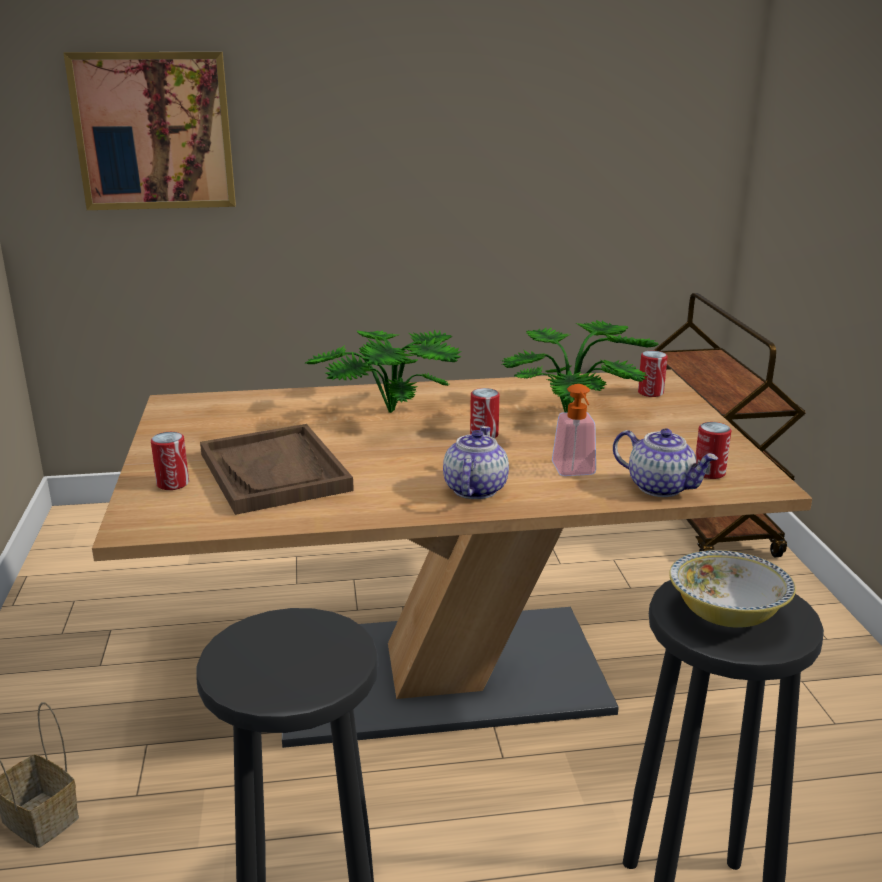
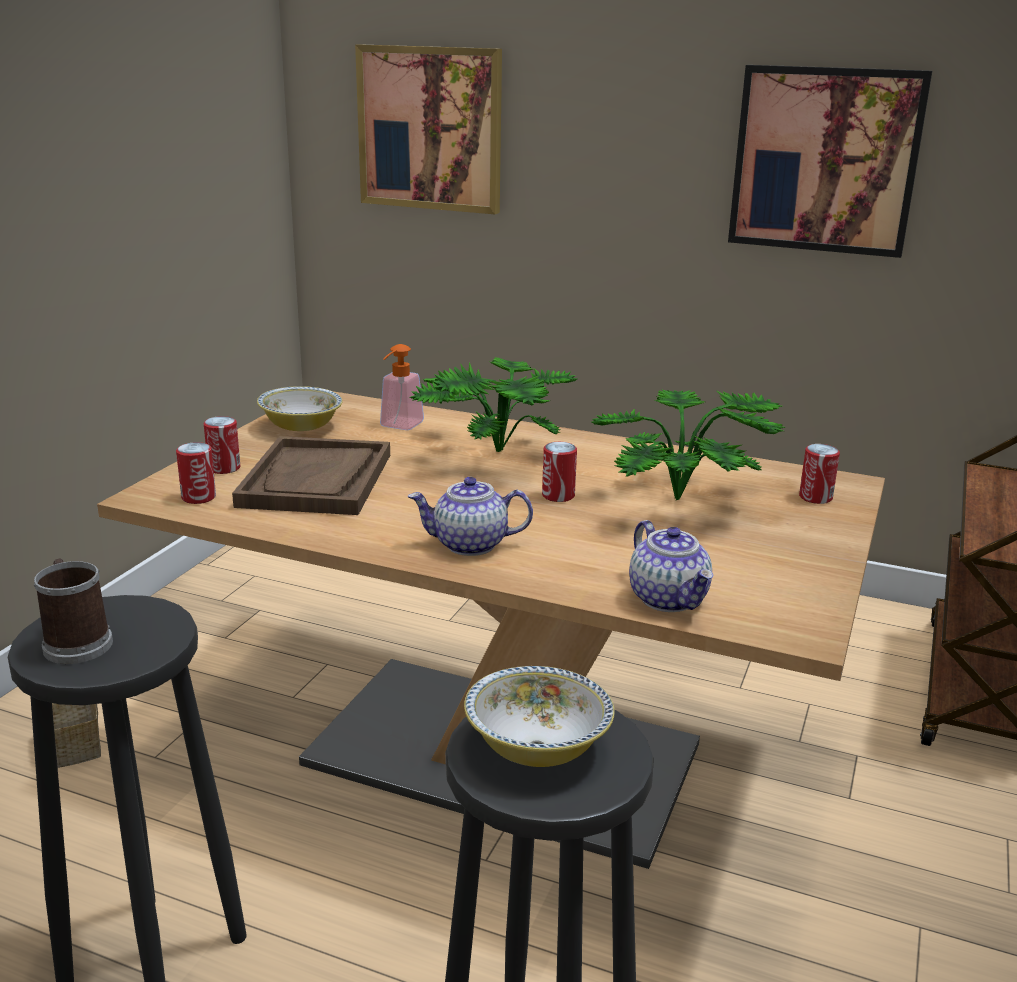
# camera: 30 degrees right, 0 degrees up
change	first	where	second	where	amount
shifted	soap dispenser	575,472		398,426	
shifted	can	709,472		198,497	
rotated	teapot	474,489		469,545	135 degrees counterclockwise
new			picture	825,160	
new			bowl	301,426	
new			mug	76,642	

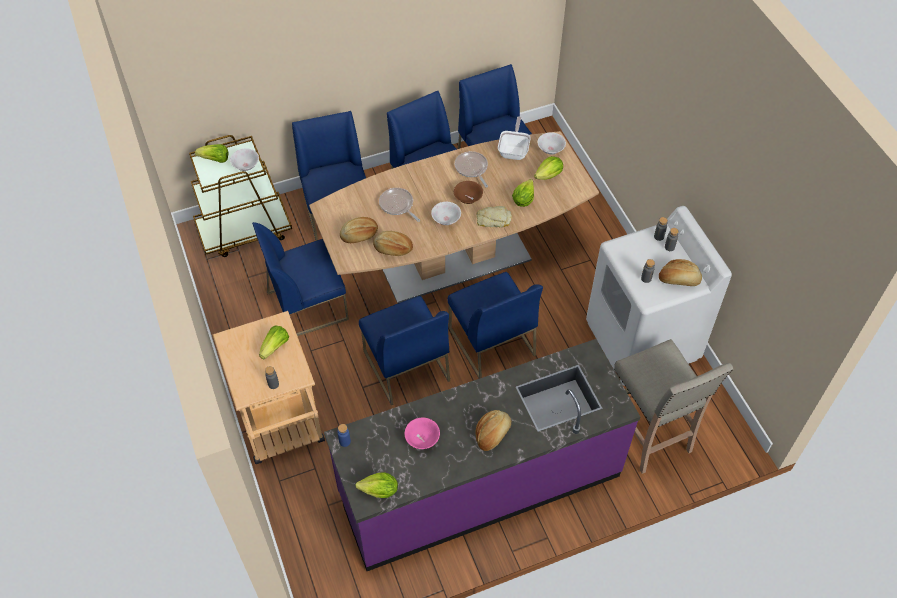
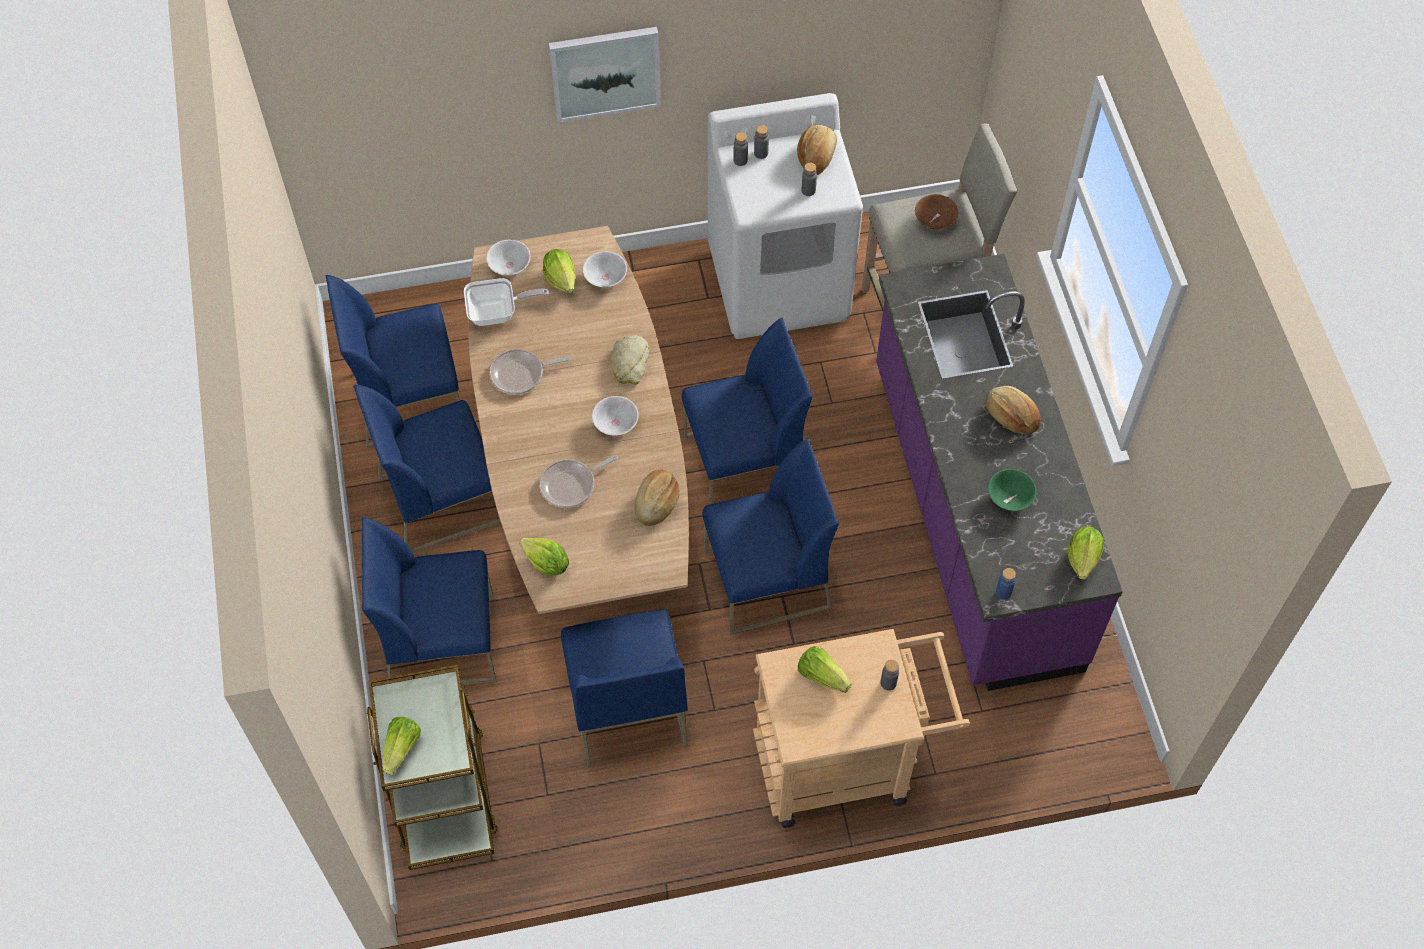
# camera: 80 degrees left, 5 degrees up
change	first	where	second	where	amount
rotated	frying pan	514,150		498,313	150 degrees clockwise
shifted	white bowl	246,166		605,278	
shifted	lettuce	523,200		547,564	
shifted	brown bowl	468,199		935,221	
gone	bread	359,235			
repainted	pink bowl	422,439	green bowl	1009,498	
new			picture	605,72	

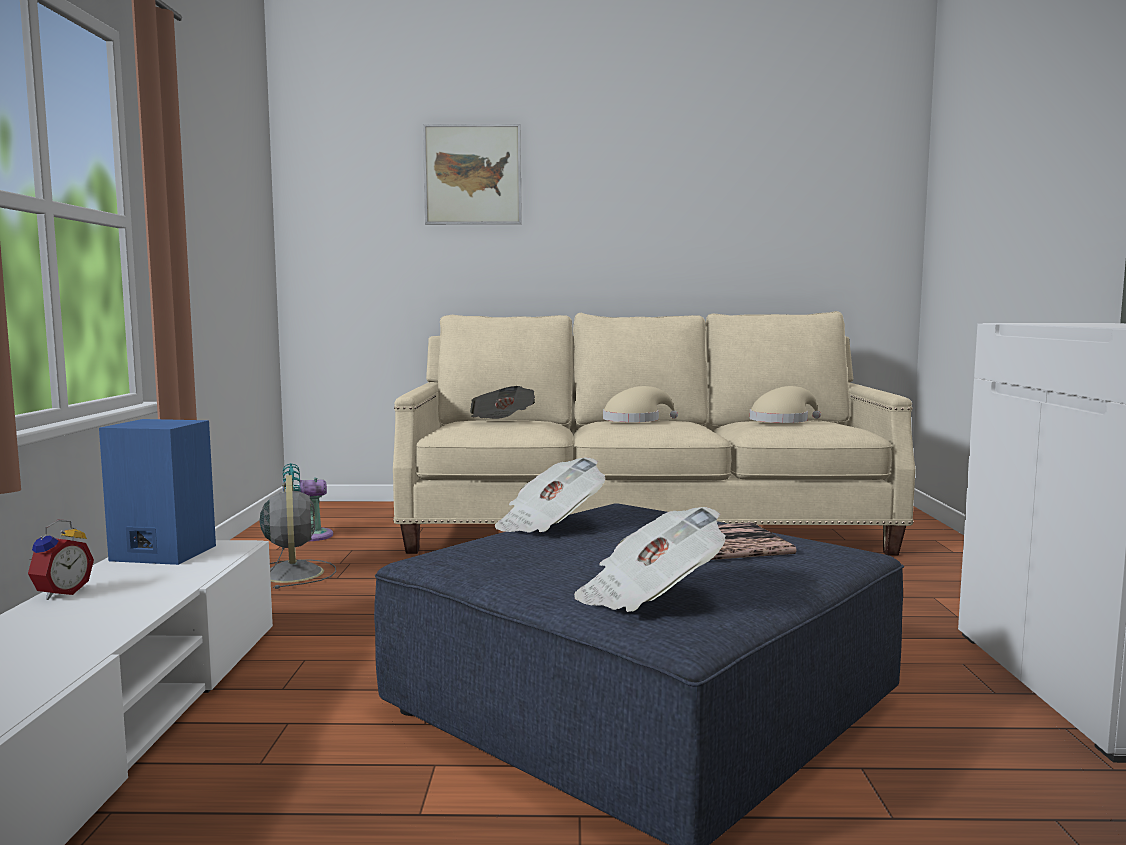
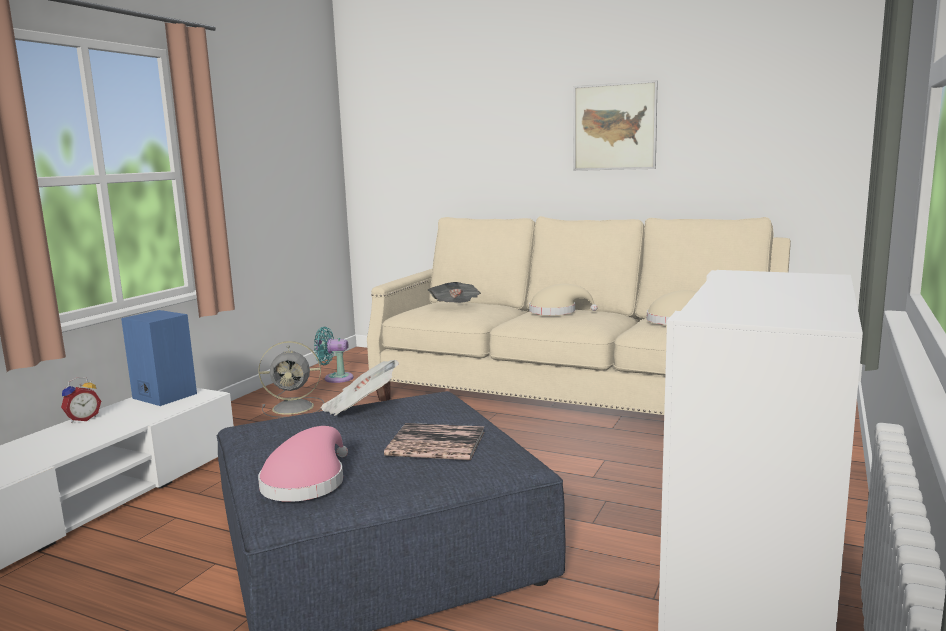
# camera: 25 degrees right, 5 degrees up
change	first	where	second	where	amount
shifted	picture	472,174		614,127	
rotated	grey fan	293,573		295,407	75 degrees clockwise
swapped	newspaper	648,596	pink hat	306,482	

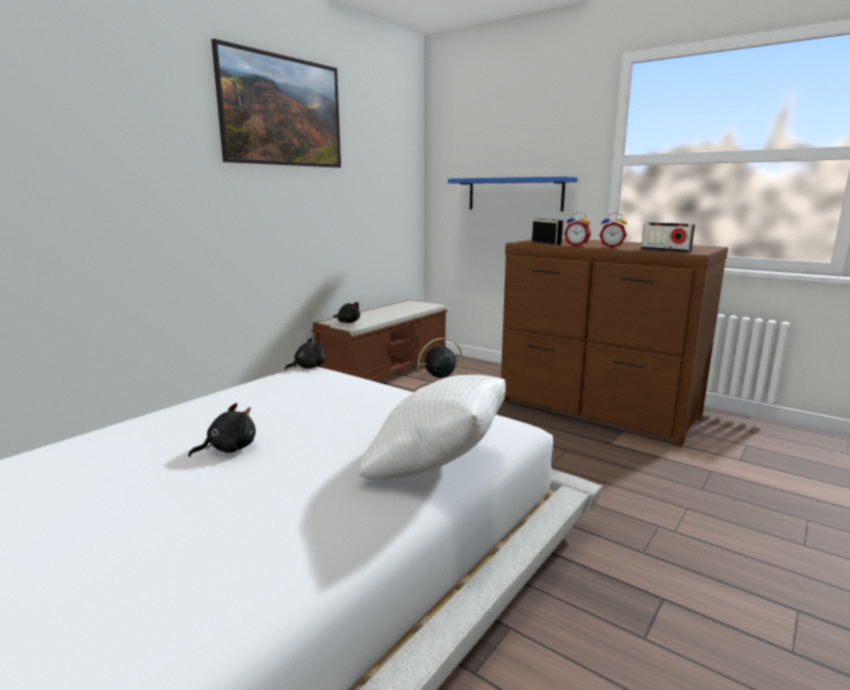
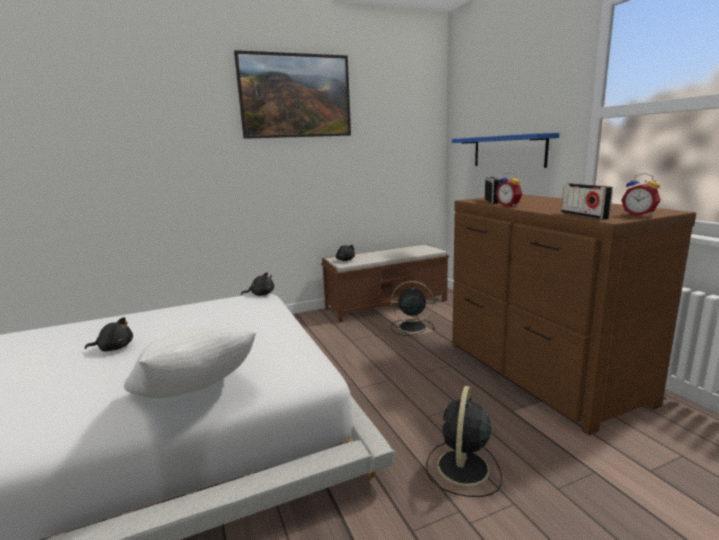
# camera: 30 degrees right, 0 degrees up
change	first	where	second	where	amount
shifted	alarm clock	611,247		639,215	
new			black fan	462,469	

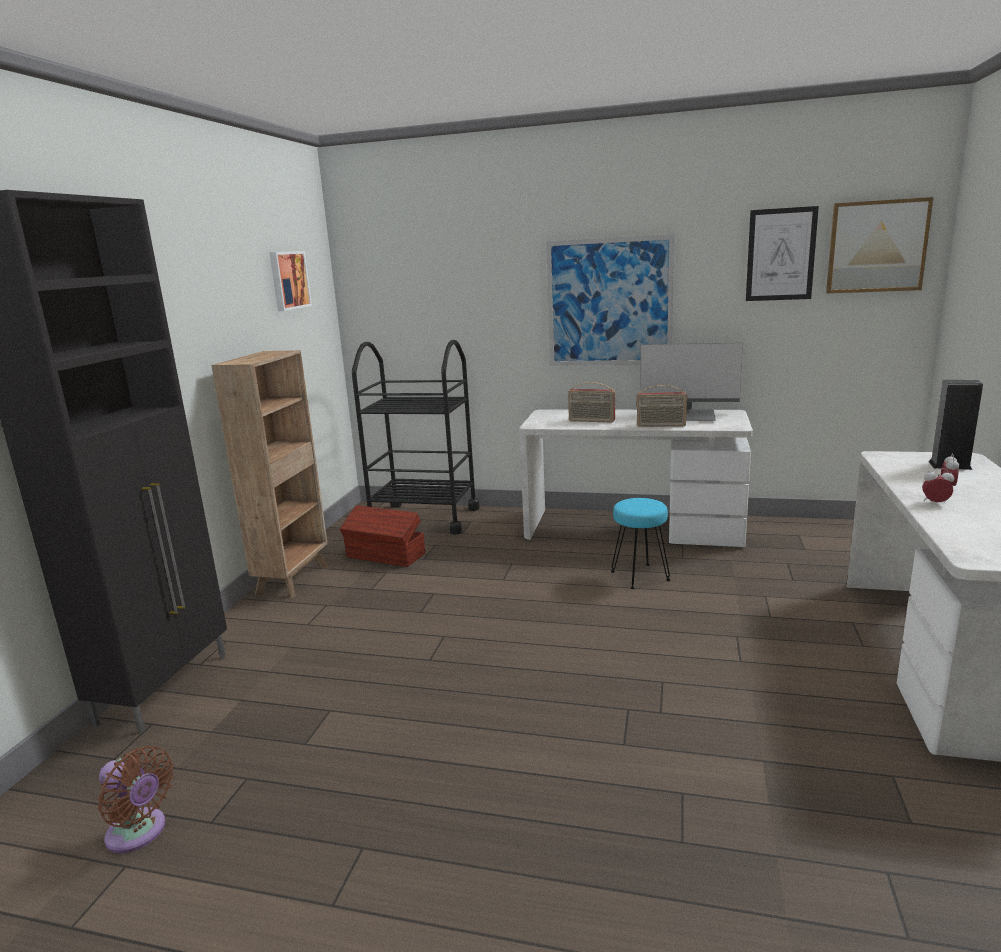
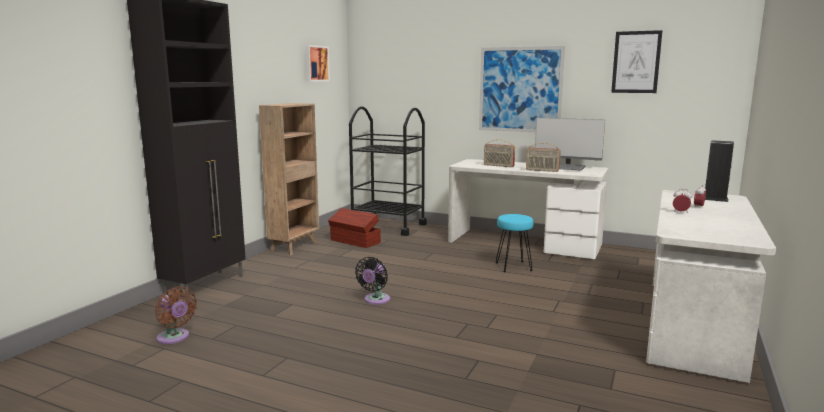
# camera: 10 degrees right, 5 degrees down
change	first	where	second	where	amount
gone	picture	876,246			
new			black fan	375,300	

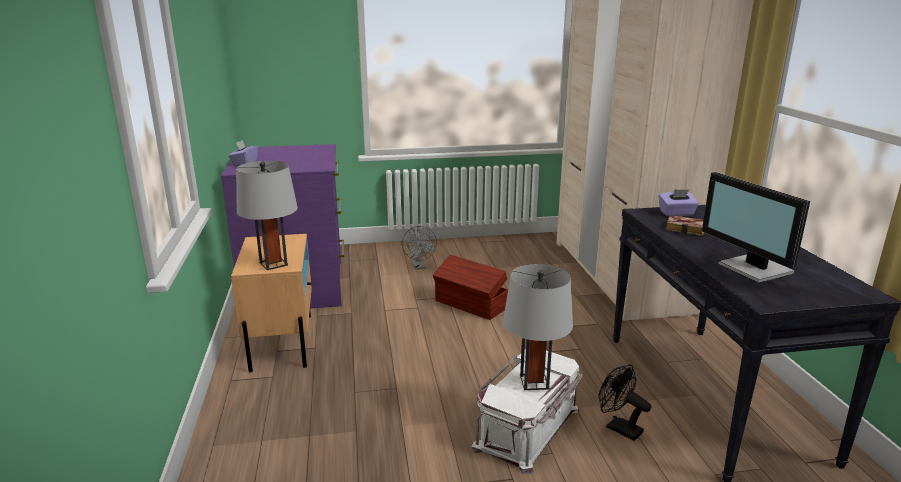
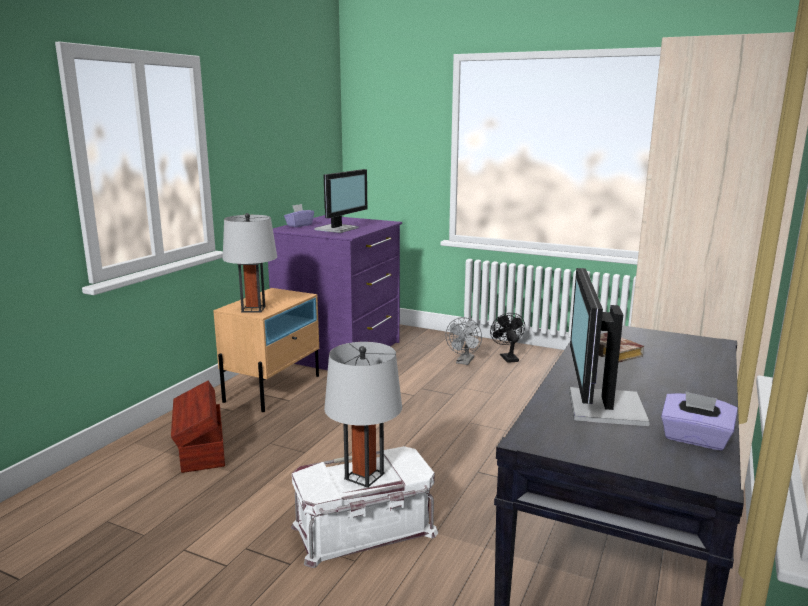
# camera: 35 degrees right, 5 degrees down
change	first	where	second	where	amount
shifted	purple tissue box	676,213		695,439	
shifted	brown storage box	471,305		201,448	
shifted	black fan	618,428		507,357	
new			monitor	338,229	

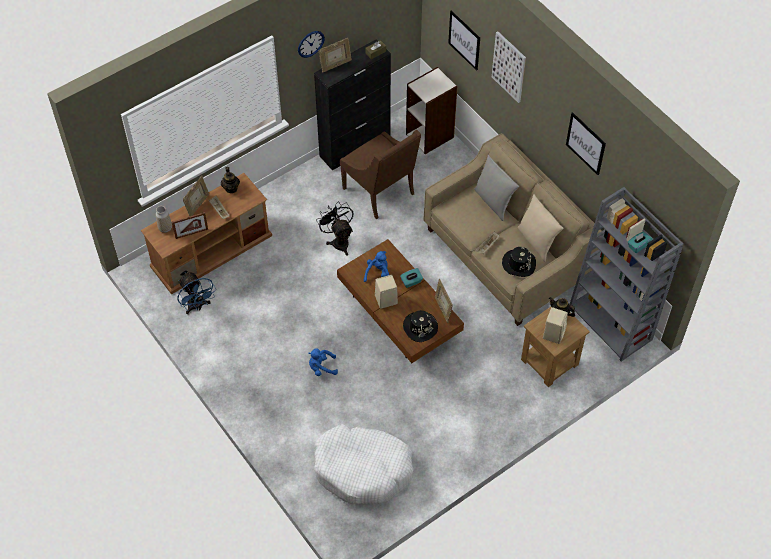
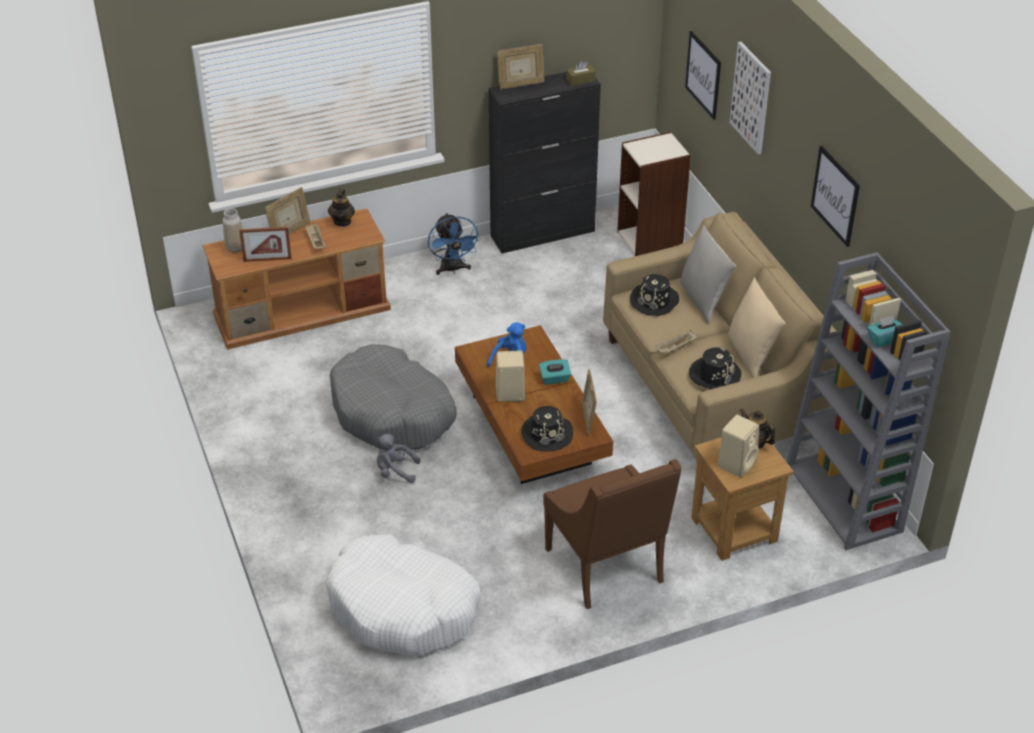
# camera: 15 degrees right, 15 degrees down
change	first	where	second	where	amount
gone	wall clock	310,44			
shifted	brown armchair	380,192		607,567	
gone	black fan	338,241			
shifted	blue fan	197,306		452,269	
repainted	blue plush toy	321,367	grey plush toy	395,471	
new			black hat	654,301	
new			grey dog bed	392,412	

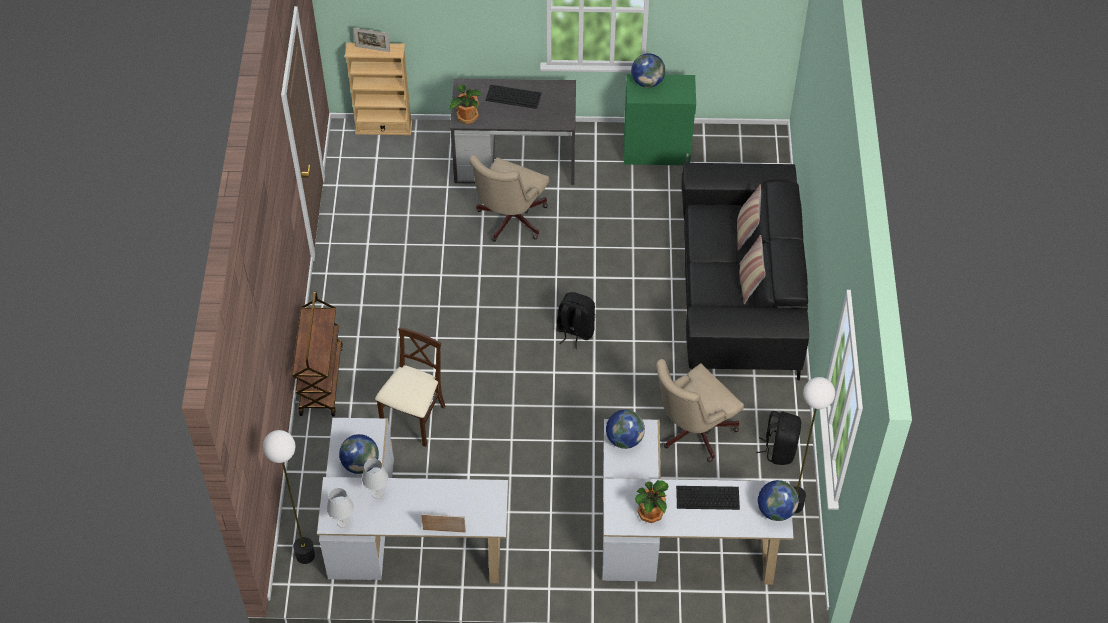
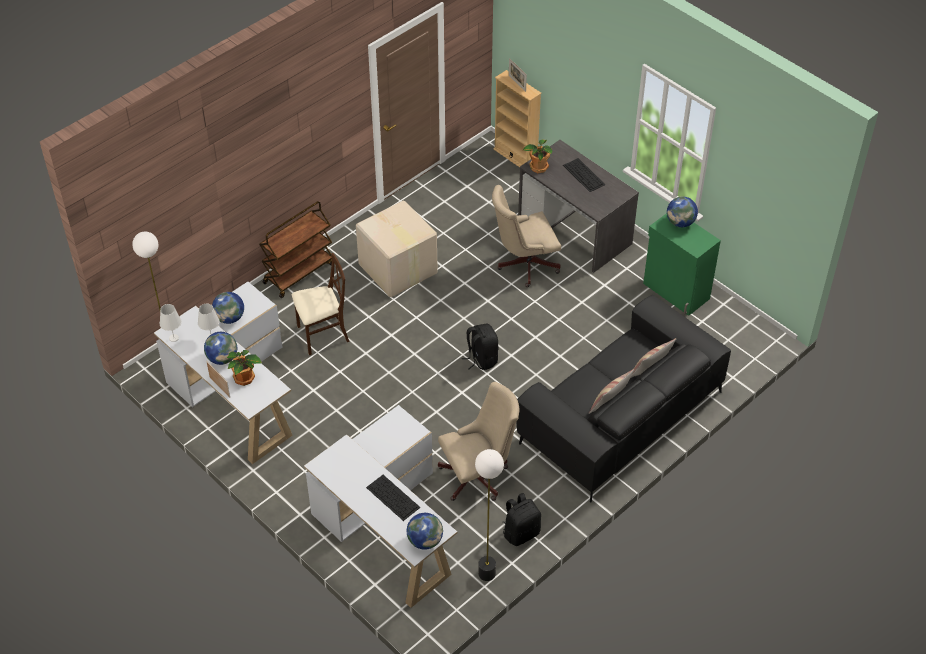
# camera: 45 degrees right, 5 degrees down
change	first	where	second	where	amount
rotated	beige office chair	692,431		478,475	150 degrees clockwise
shifted	globe	624,439		222,358	
shifted	potted plant	651,513		245,378	
new			cardboard box	397,269	

